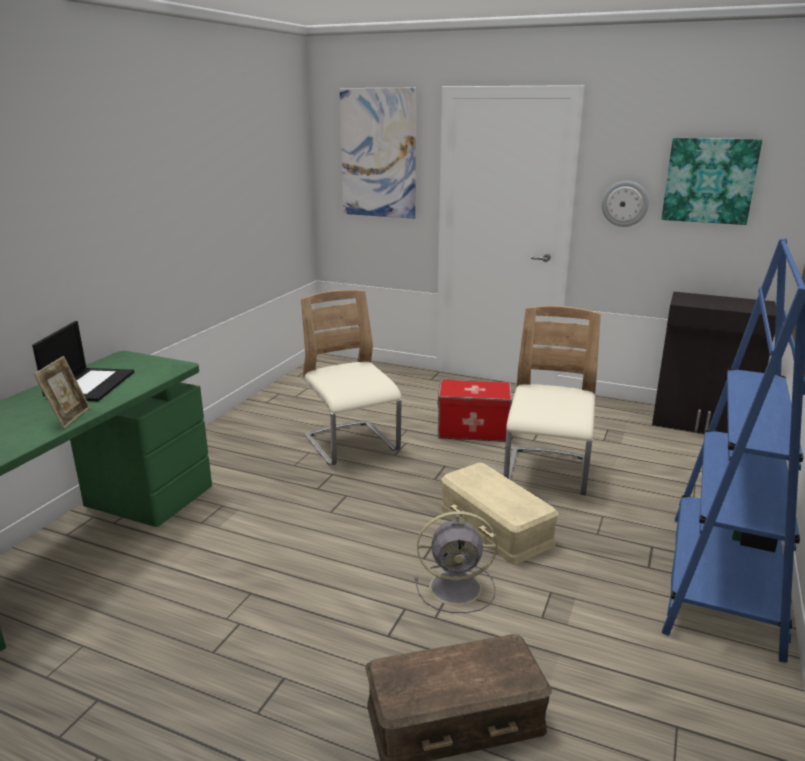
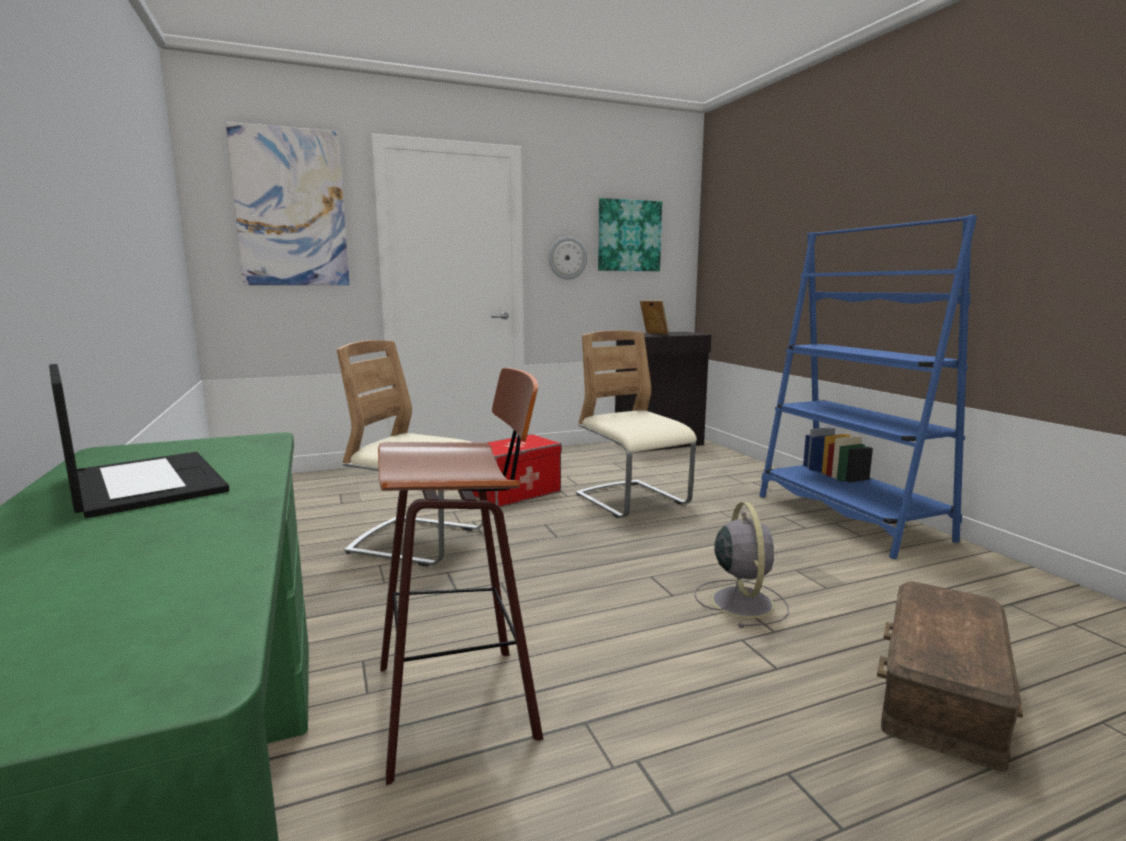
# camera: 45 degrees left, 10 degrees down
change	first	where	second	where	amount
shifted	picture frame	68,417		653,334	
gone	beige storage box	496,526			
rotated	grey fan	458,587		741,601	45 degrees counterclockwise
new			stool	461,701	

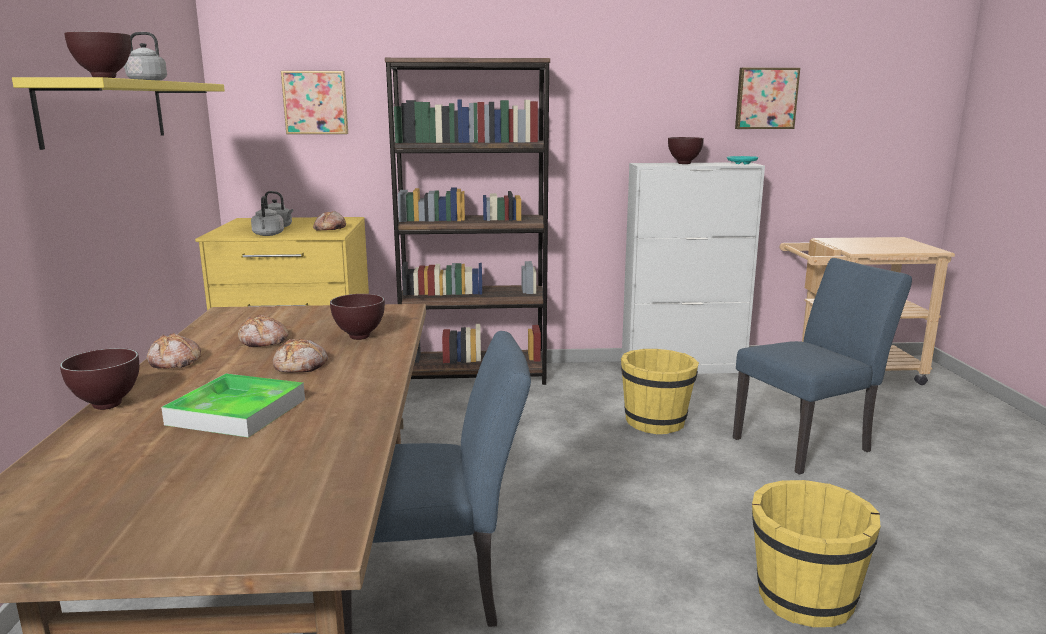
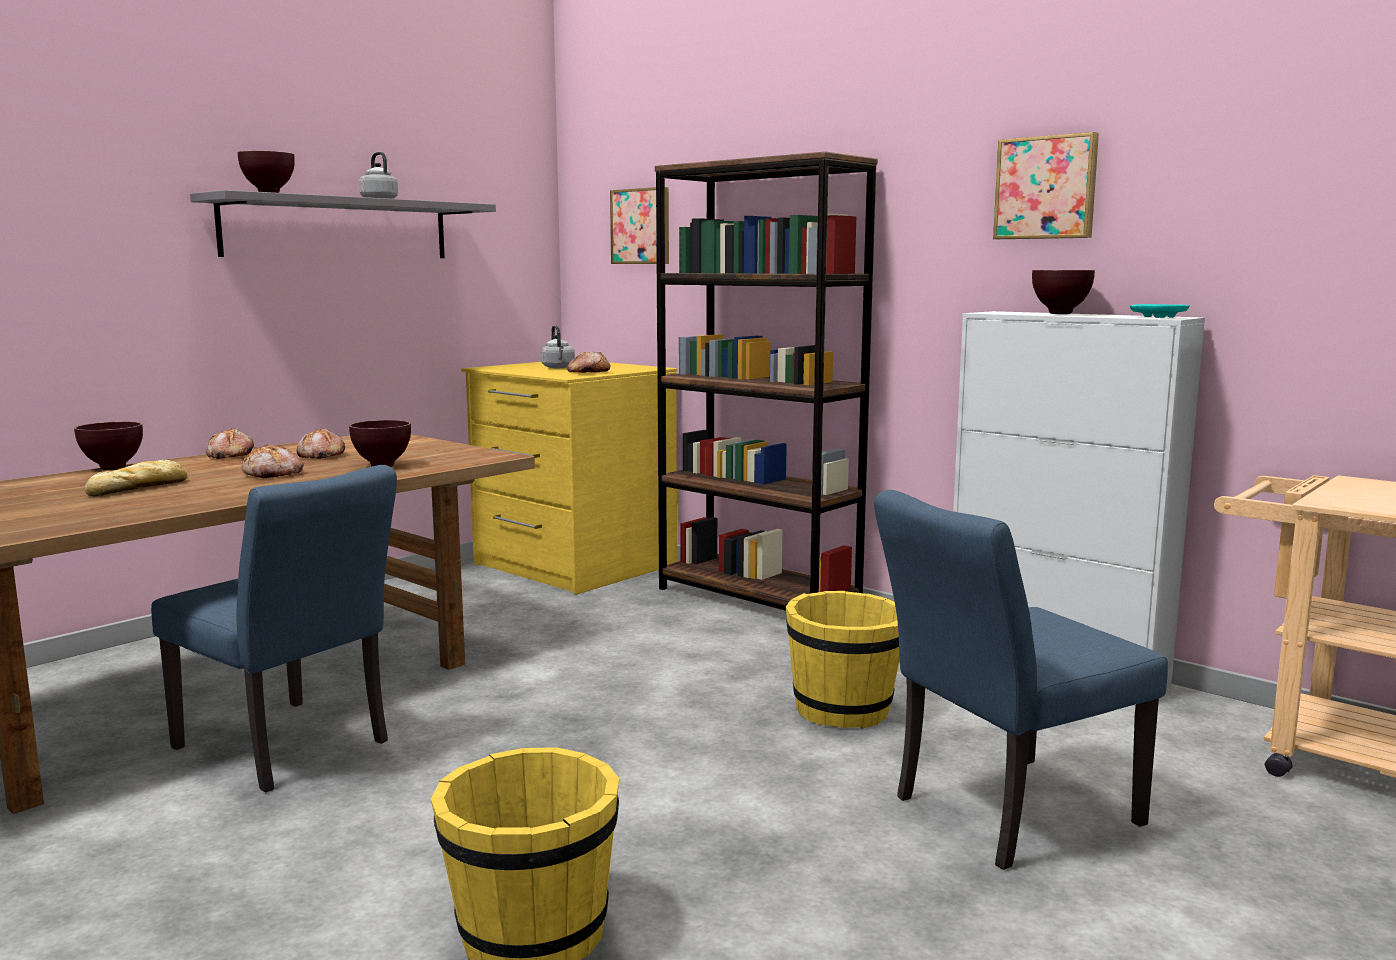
# camera: 45 degrees right, 5 degrees down
change	first	where	second	where	amount
shifted	picture	765,98		1046,188	
repainted	yellow shelf	106,111	grey shelf	338,229	
gone	grey kettle	268,235			
rotated	blue chair	809,443		1002,814	135 degrees clockwise
swapped	tray	237,411	bread	140,487	

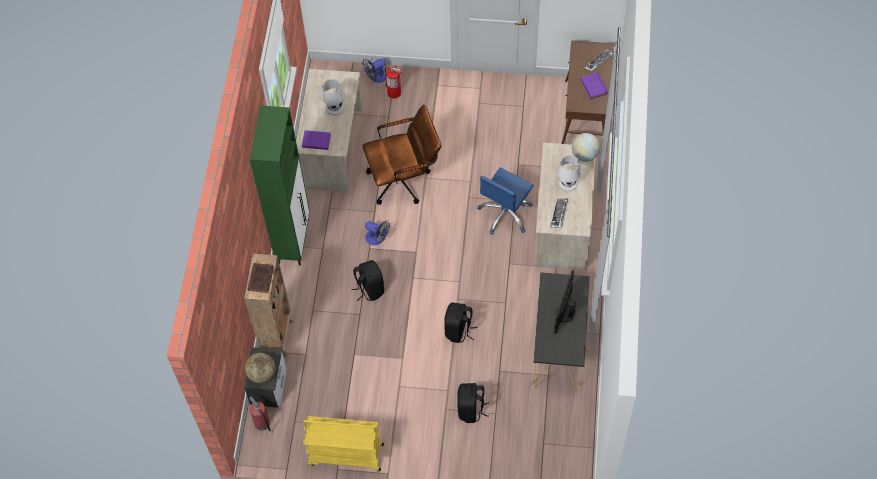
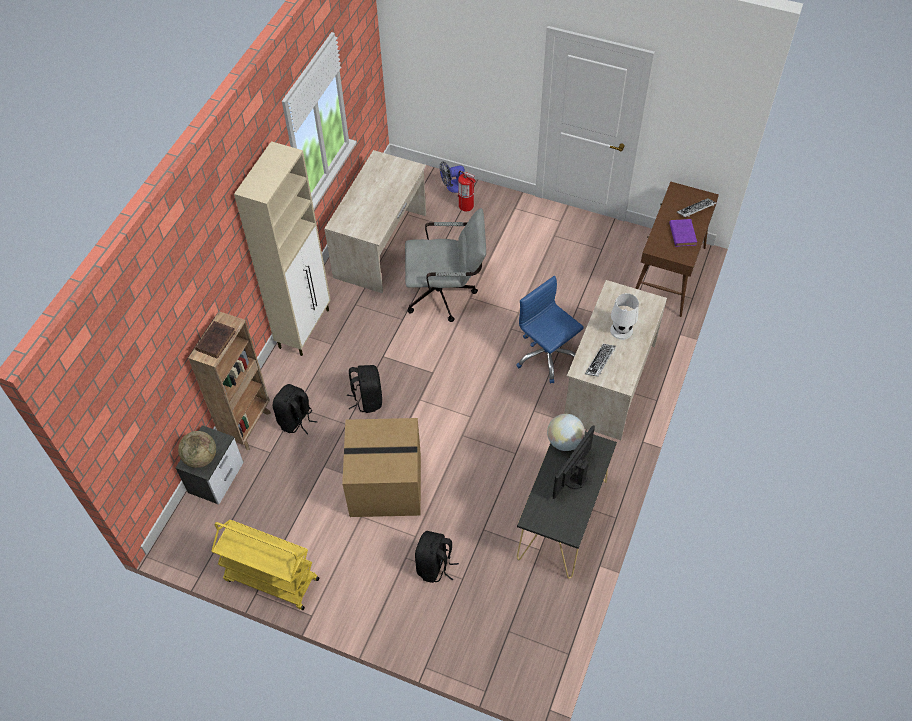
# camera: 15 degrees right, 5 degrees down
change	first	where	second	where	amount
gone	white table lamp	335,108			
repainted	green cabinet	293,240	beige cabinet	305,328	
repainted	brown office chair	404,179	grey office chair	446,294	
gone	purple book	315,141			
shifted	globe	584,155		564,441	
rotated	blue office chair	505,214		546,356	90 degrees clockwise
gone	fan	377,239			
shifted	black backpack	458,330		296,420	
gone	fire extinguisher	262,423			
new			cardboard box	384,485	

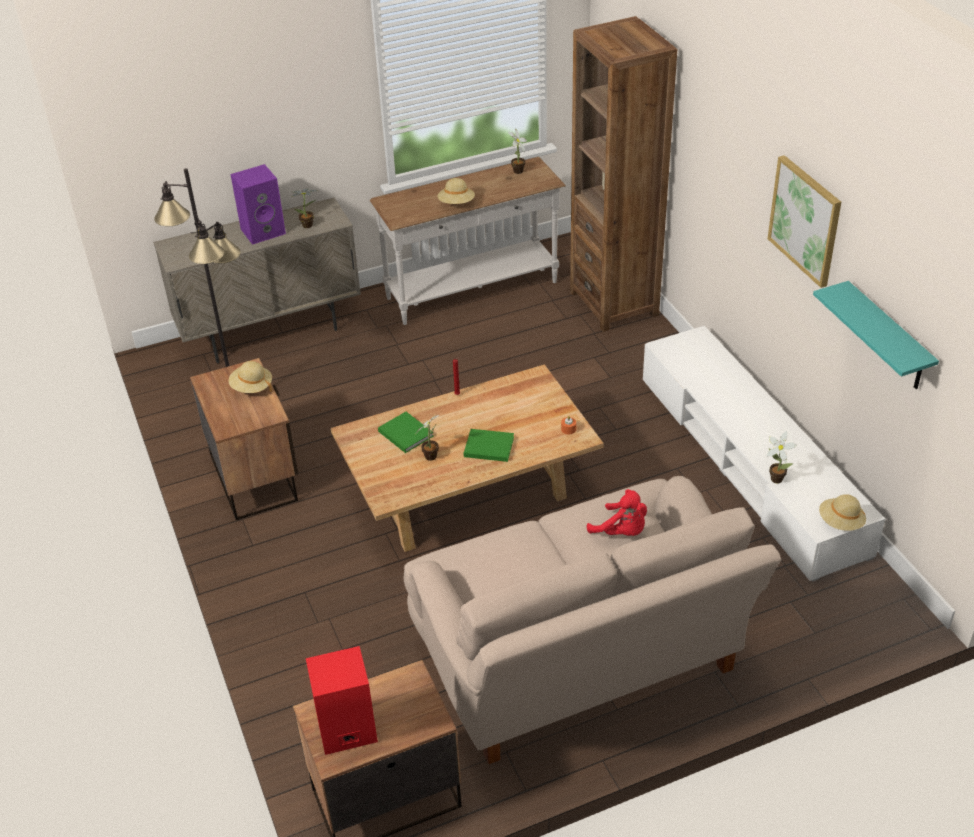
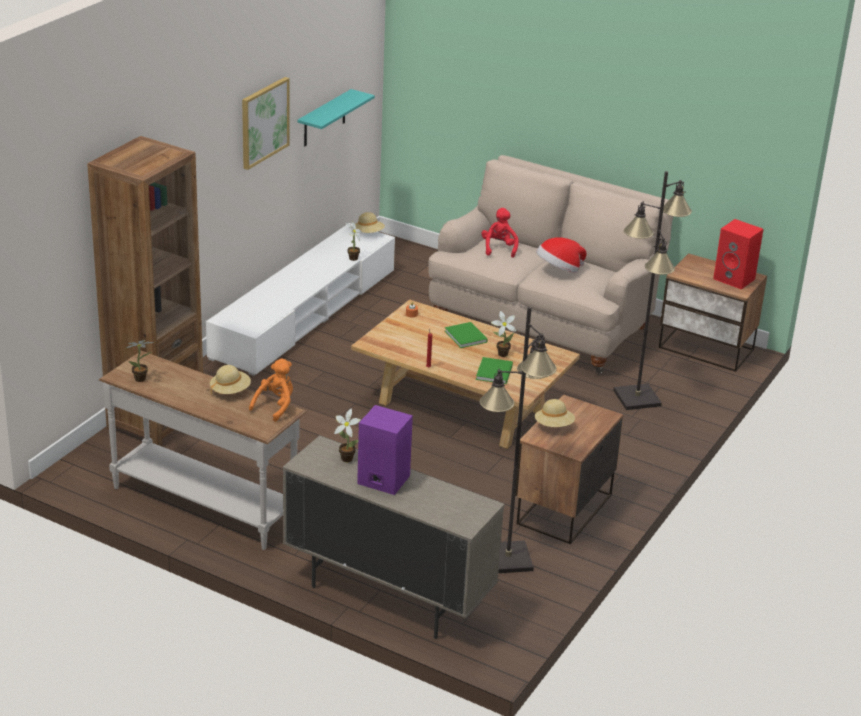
# camera: 130 degrees left, 10 degrees down
change	first	where	second	where	amount
new			black floor lamp	637,398	
new			hat	558,270	
new			orange plush toy	275,406	

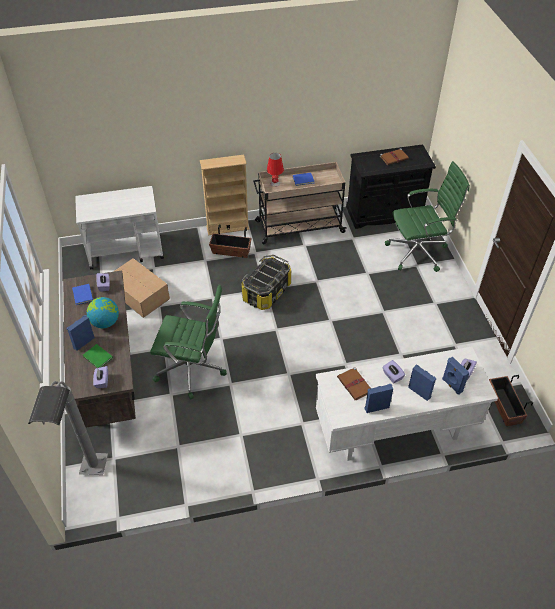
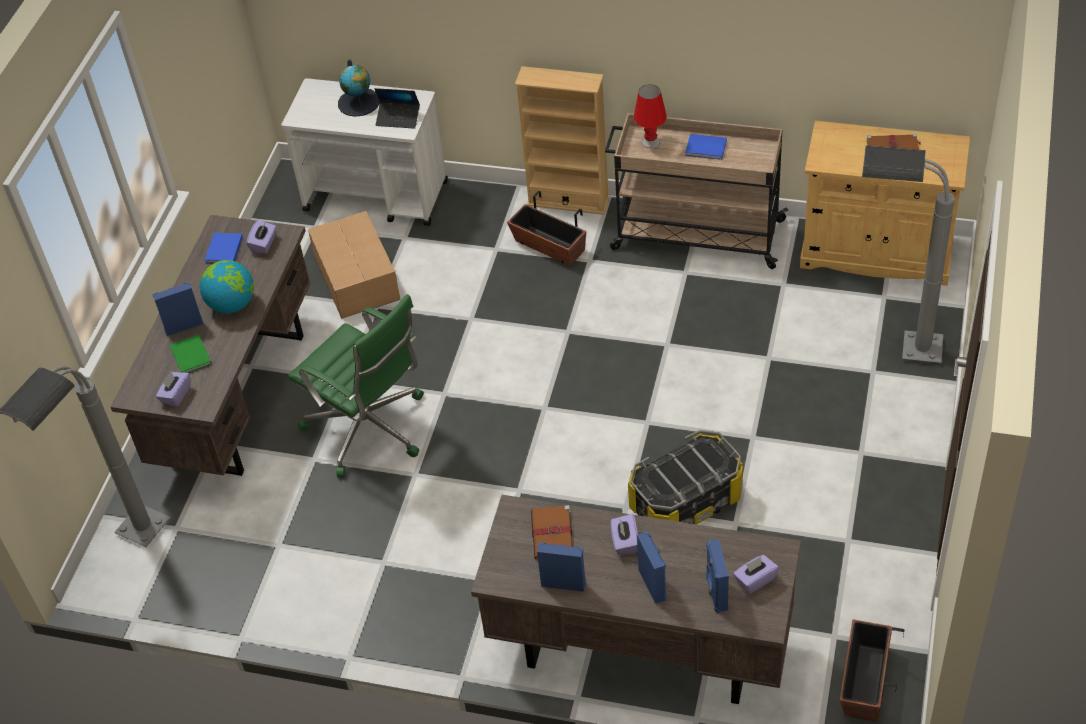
# camera: 30 degrees right, 0 degrees up
change	first	where	second	where	amount
repainted	black cabinet	384,213	beige cabinet	876,253	
swapped	green office chair	419,252	grey floor lamp	894,347	
shifted	storage box	266,291		685,501	
repainted	white desk	394,431	brown desk	638,649	
new			globe	359,102	
new			laptop	398,118	

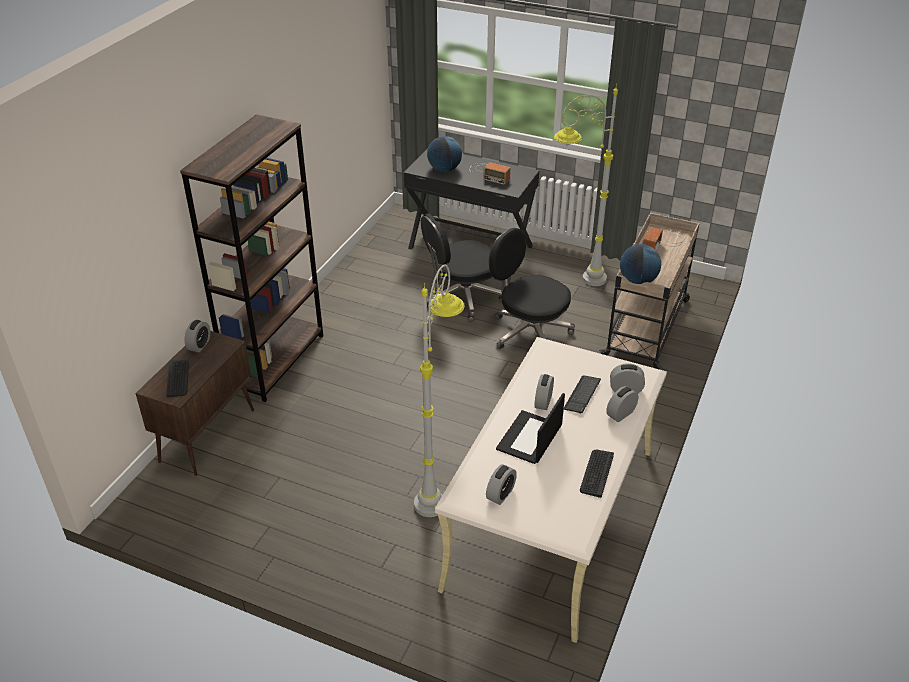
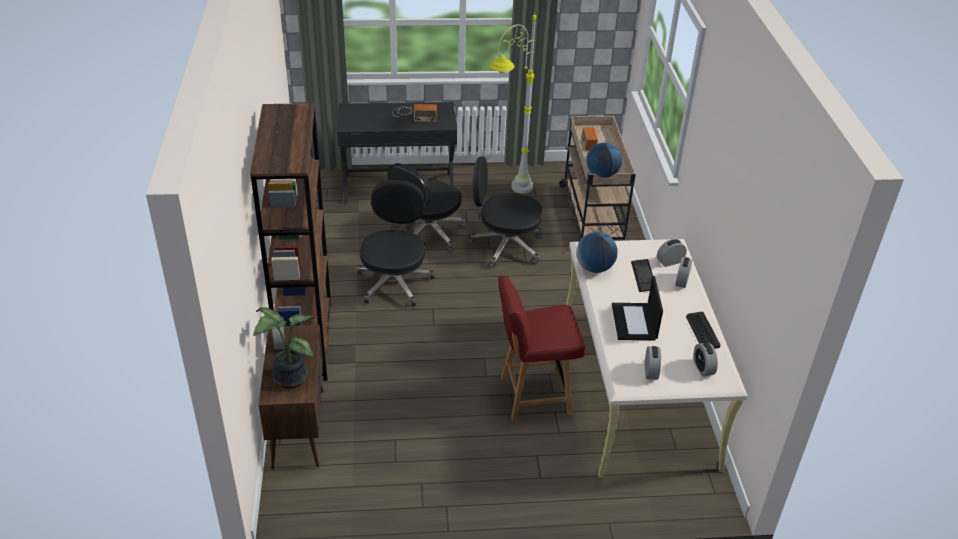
# camera: 30 degrees left, 0 degrees up
change	first	where	second	where	amount
shifted	globe	444,169		594,268	
swapped	grey floor lamp	439,485	red chair	533,395	
swapped	keyboard	178,379	potted plant	288,378	
shifted	alarm clock	543,402		703,368	
new			black office chair	394,282	

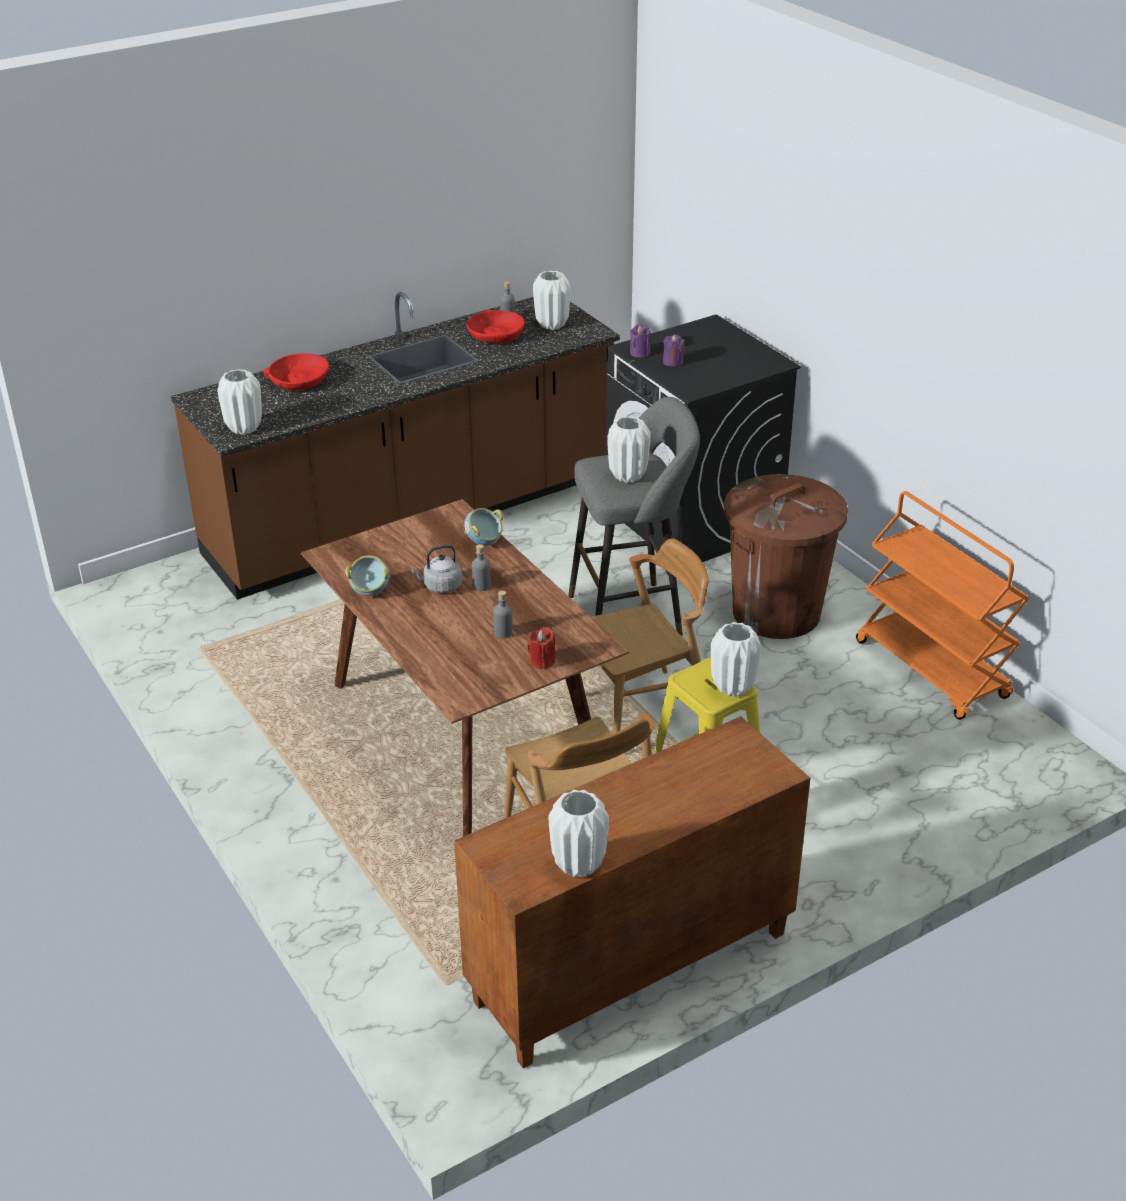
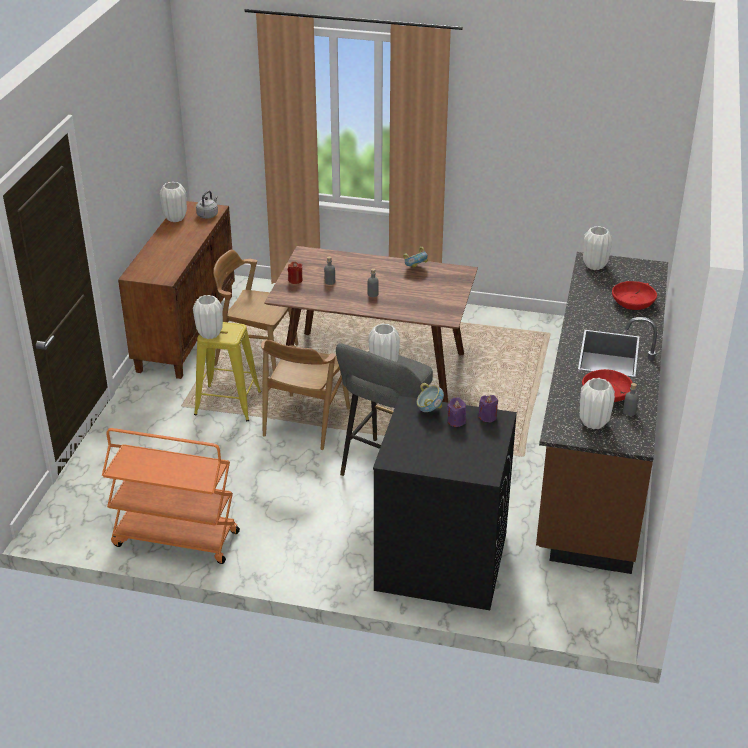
# camera: 135 degrees right, 0 degrees up
change	first	where	second	where	amount
gone	brown trash can	777,612			
shifted	bowl	484,542		429,410	
shifted	grey kettle	440,586		208,215	

